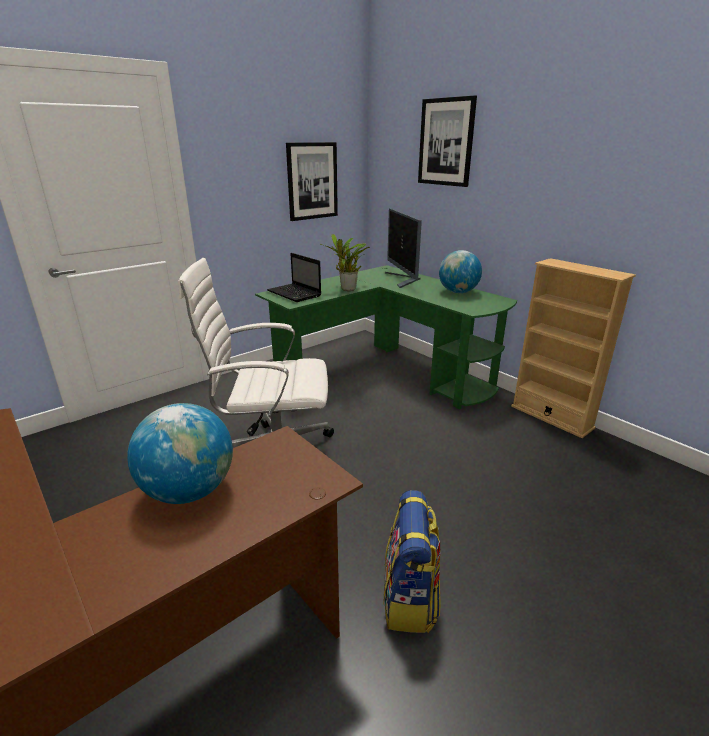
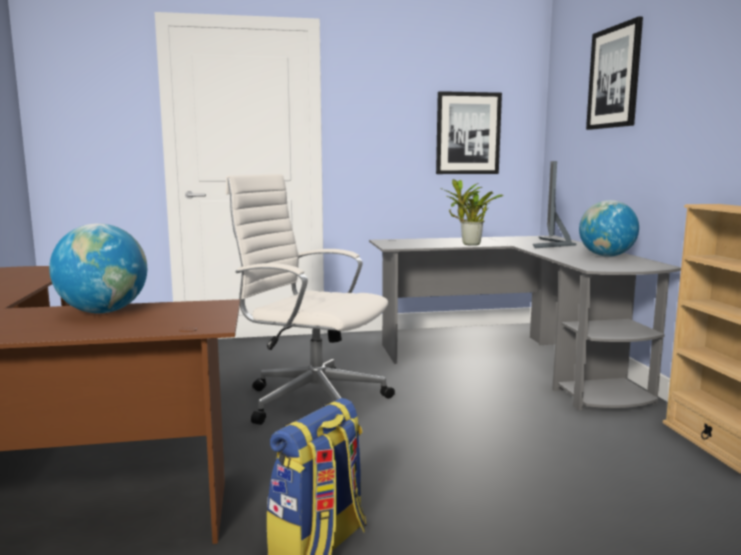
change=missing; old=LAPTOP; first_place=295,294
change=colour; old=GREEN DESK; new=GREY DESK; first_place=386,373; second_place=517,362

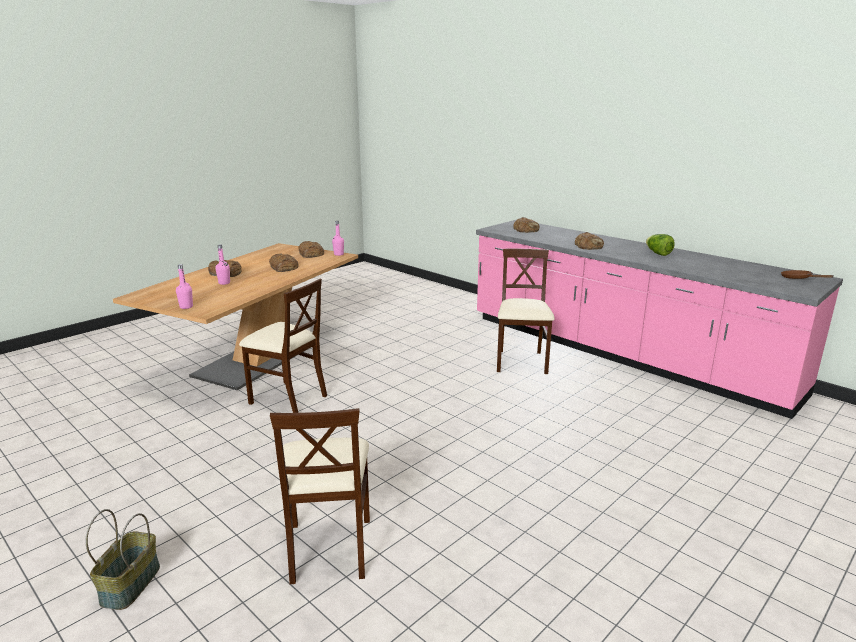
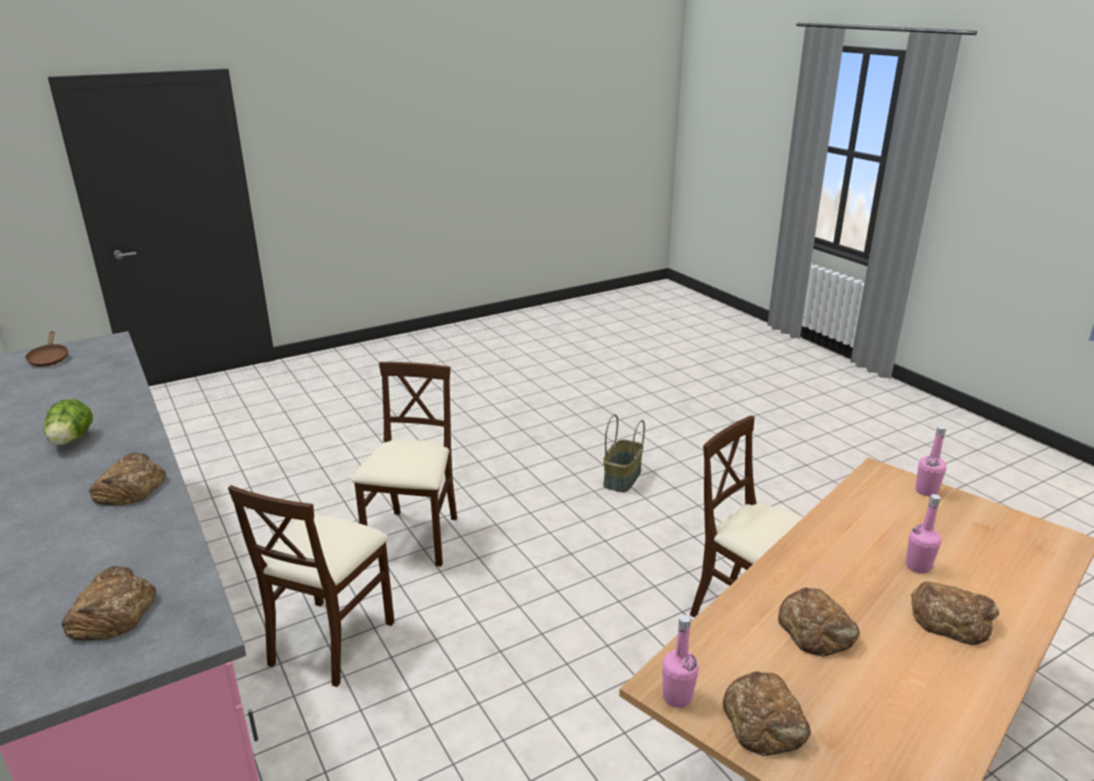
change=relocated; old=BASKET; first_place=130,584; second_place=623,479
change=relocated; old=BEIGE CHAIR; first_place=329,548; second_place=414,538

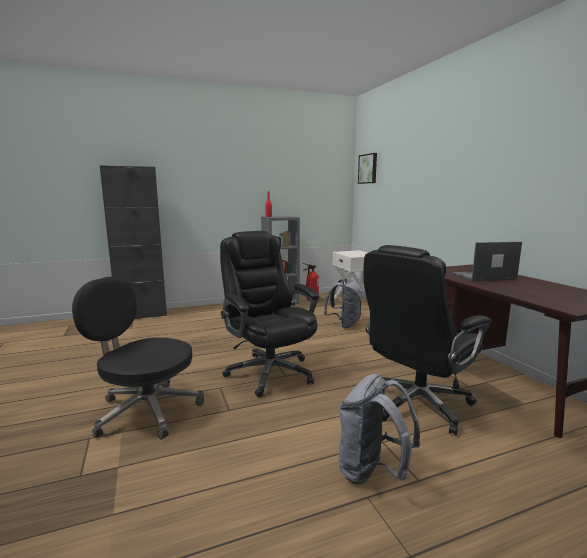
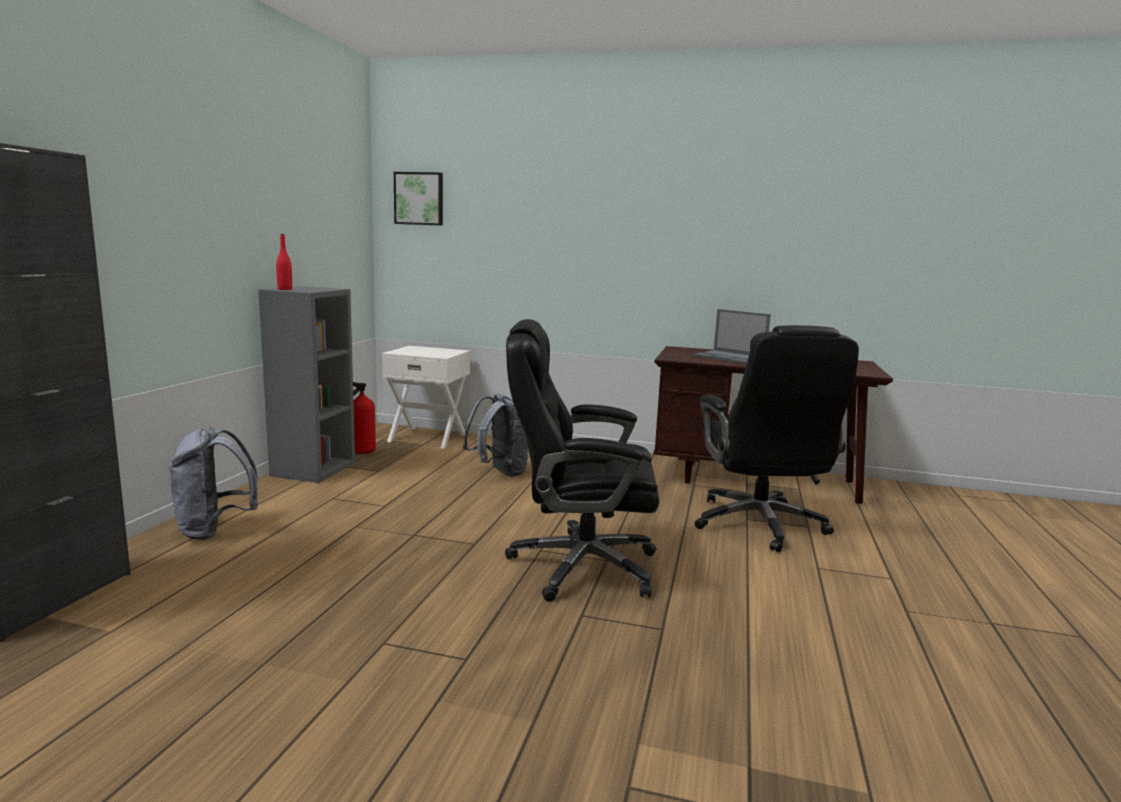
change=missing; old=BLACK OFFICE CHAIR; first_place=146,410
change=relocated; old=GREY BACKPACK; first_place=372,472; second_place=215,530
change=spun; old=LAPTOP; first_place=482,276; second_place=730,357; degrees=-75

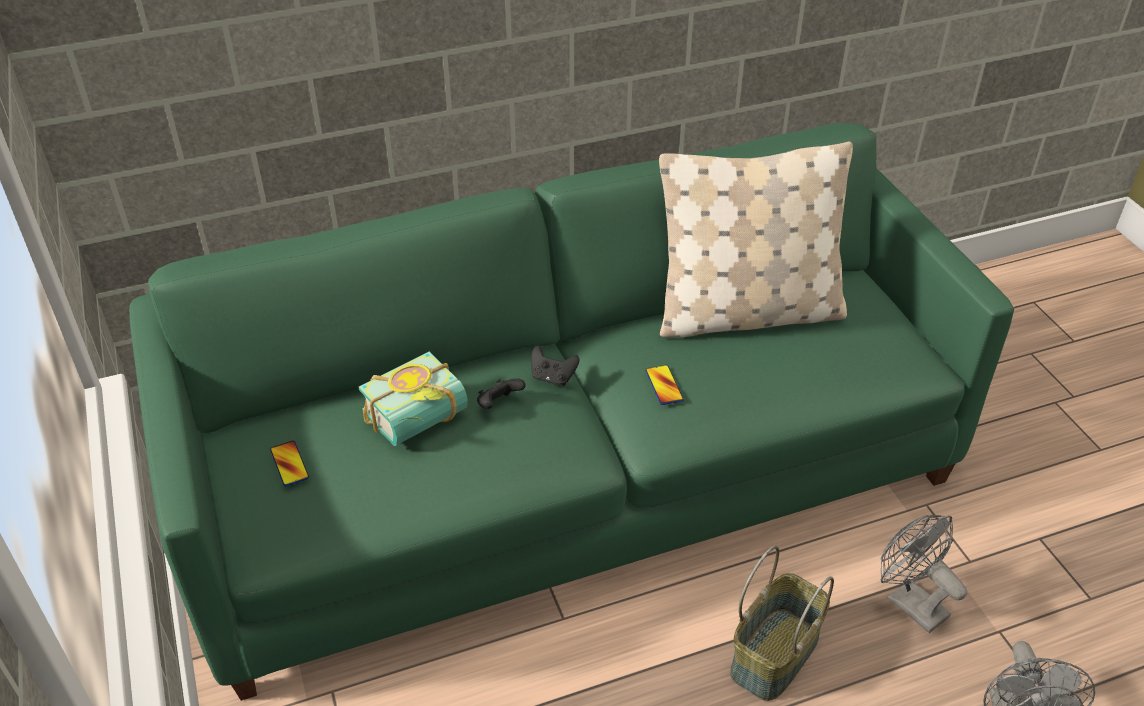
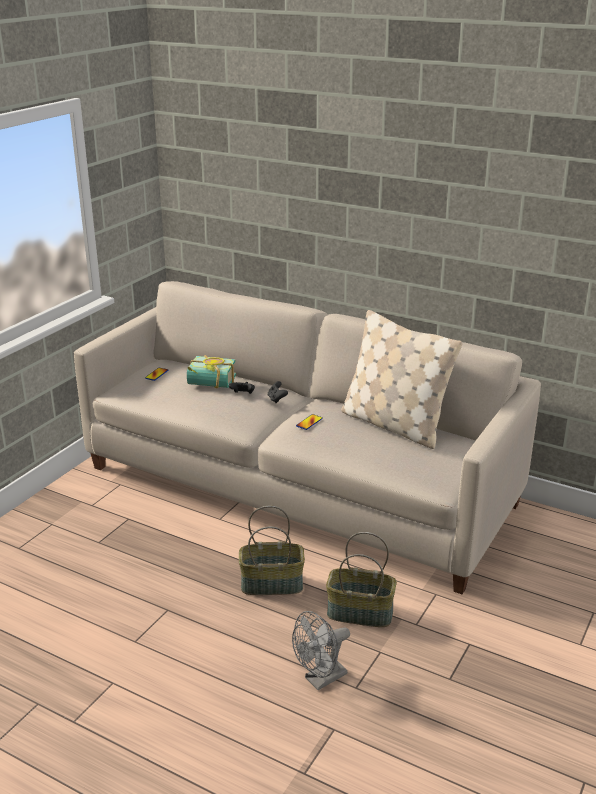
change=exchanged; old=GREY FAN; new=BASKET; first_place=909,602; second_place=359,613
change=colour; old=GREEN SOFA; new=BEIGE SOFA; first_place=573,480; second_place=299,486

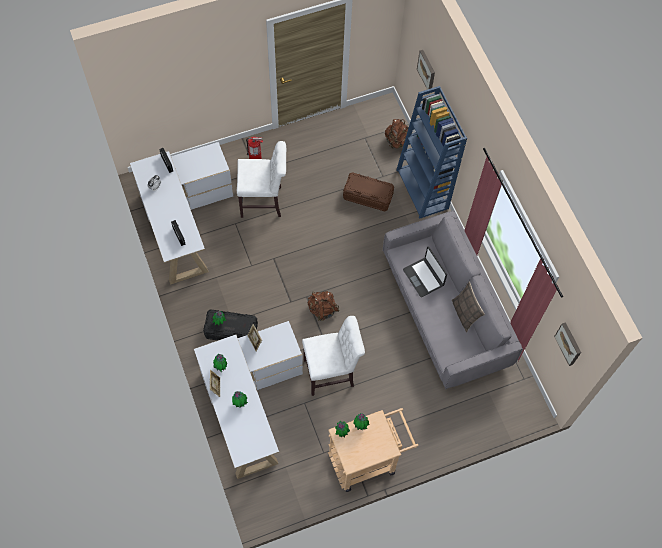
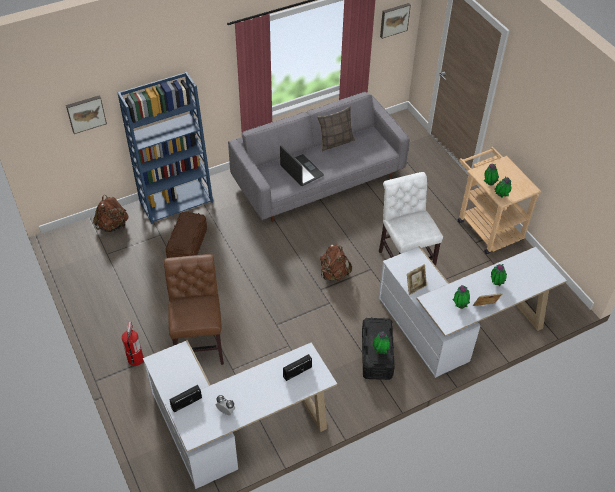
change=colour; old=WHITE CHAIR; new=BROWN CHAIR; first_place=264,202; second_place=199,343
change=spun; old=LAPTOP; first_place=423,277; second_place=301,171; degrees=-90

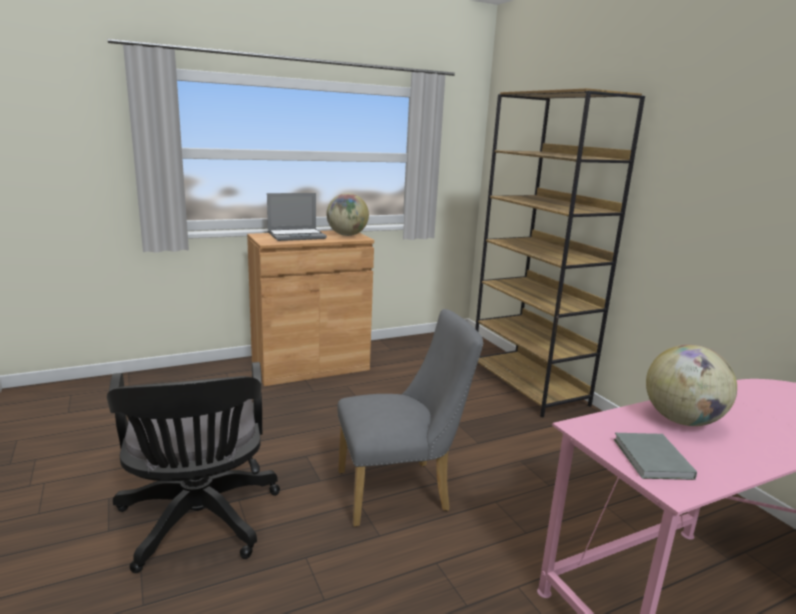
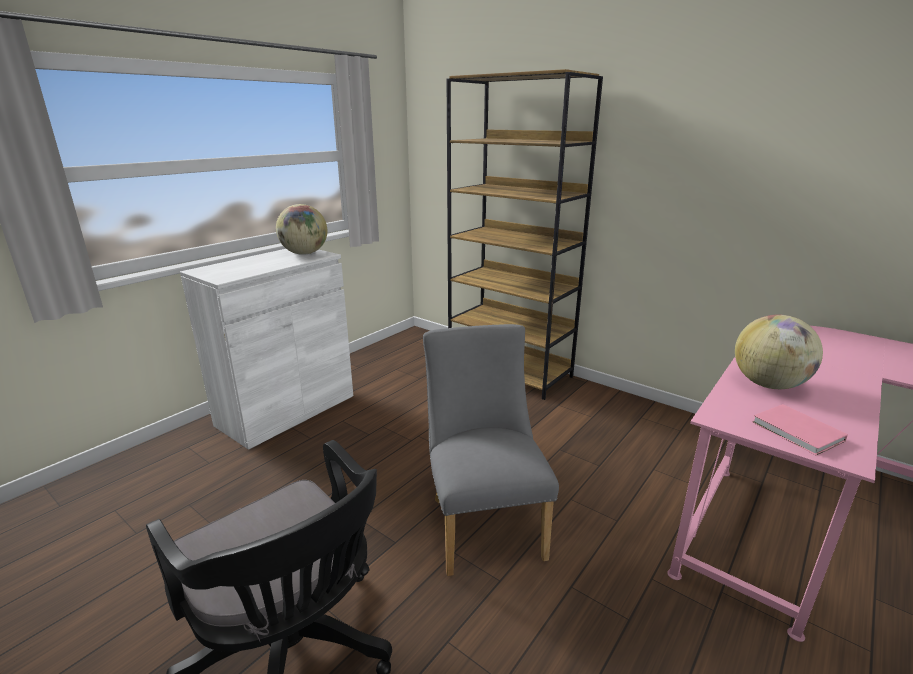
change=missing; old=LAPTOP; first_place=297,236
change=colour; old=BROWN CABINET; new=WHITE CABINET; first_place=310,367; second_place=287,410
change=colour; old=GREY BOOK; new=PINK BOOK; first_place=652,459; second_place=798,432
change=spun; old=GREY CHAIR; first_place=401,491; second_place=483,521; degrees=-60

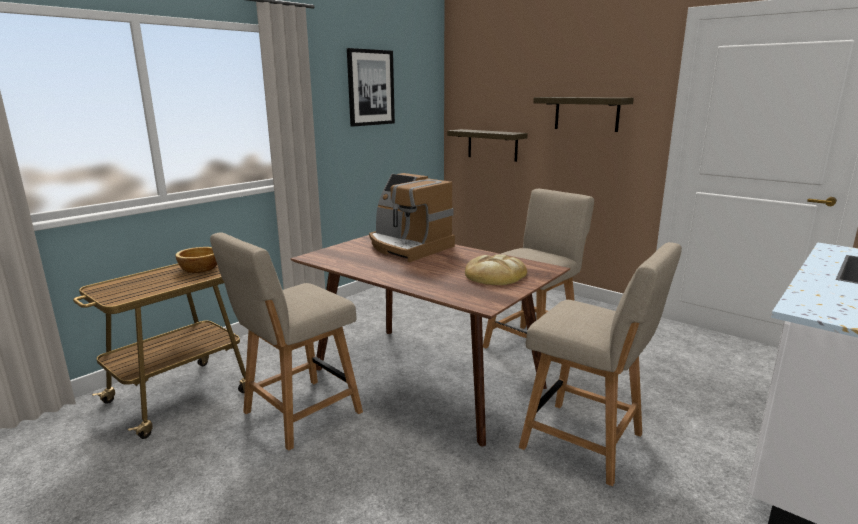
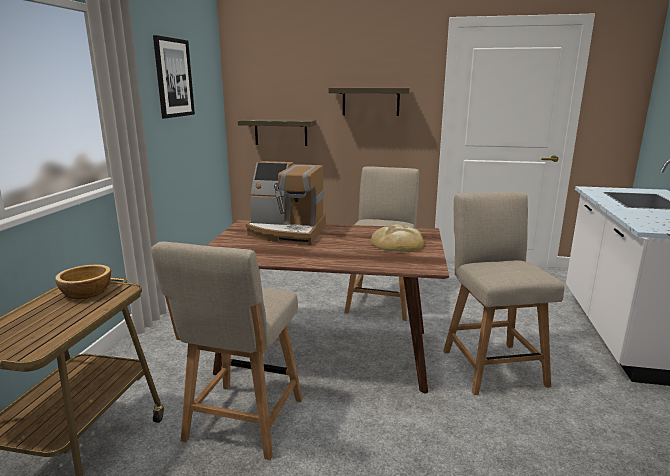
change=spun; old=BEIGE CHAIR; first_place=588,443; second_place=491,365; degrees=-105

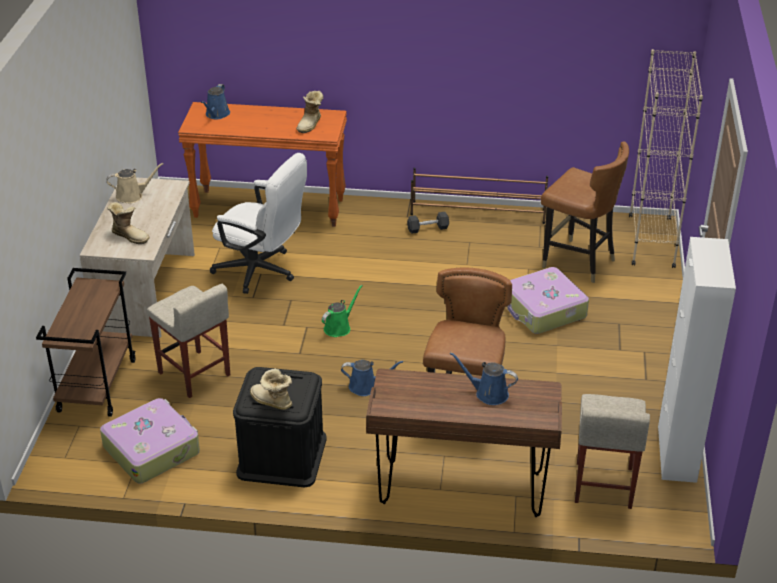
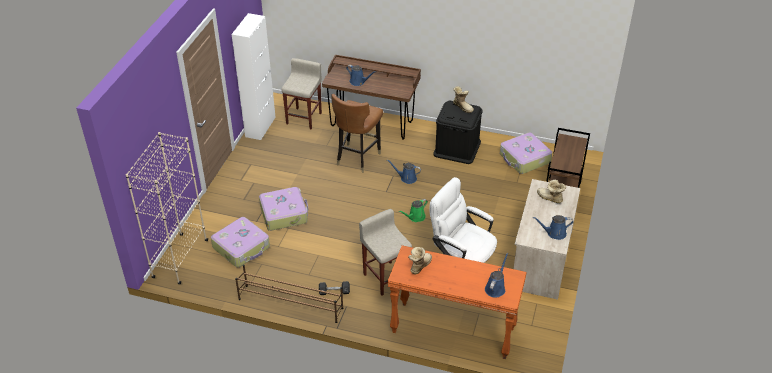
change=relocated; old=BEIGE STOOL; first_place=194,374; second_place=385,277
change=exchanged; old=BROWN CHAIR; new=SUITCASE; first_place=578,262; second_place=242,247
change=colour; old=BEIGE WATERING CAN; new=BLUE WATERING CAN; first_place=132,196; second_place=554,233

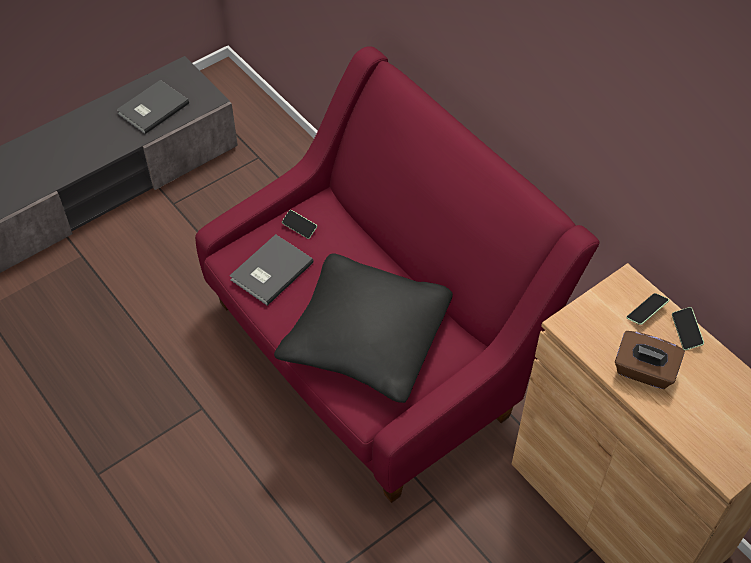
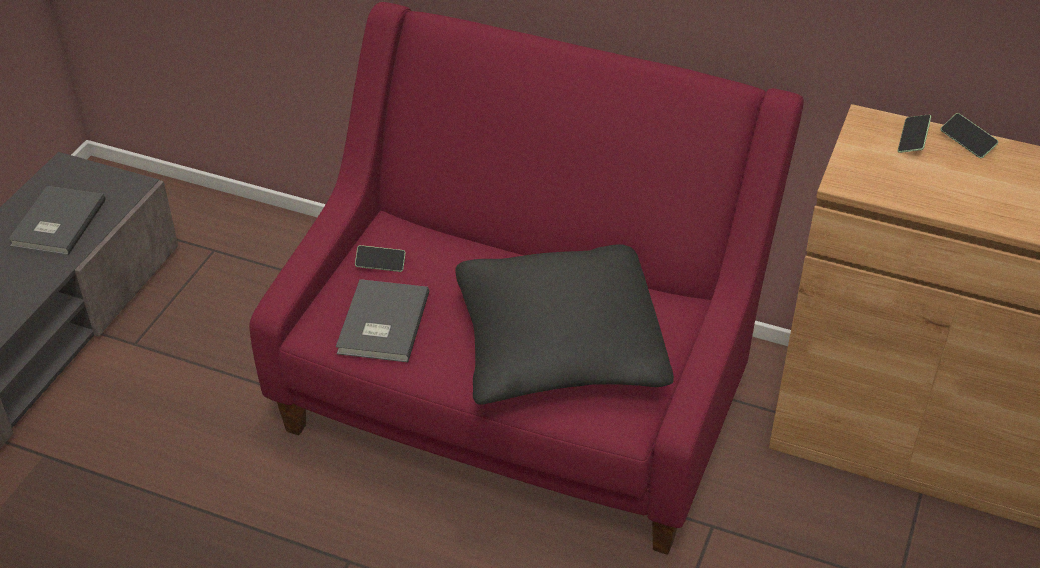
change=missing; old=BROWN TISSUE BOX; first_place=644,371

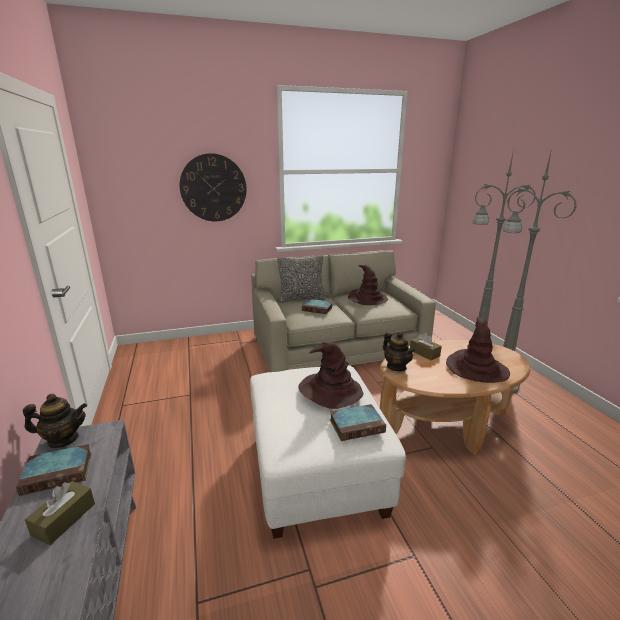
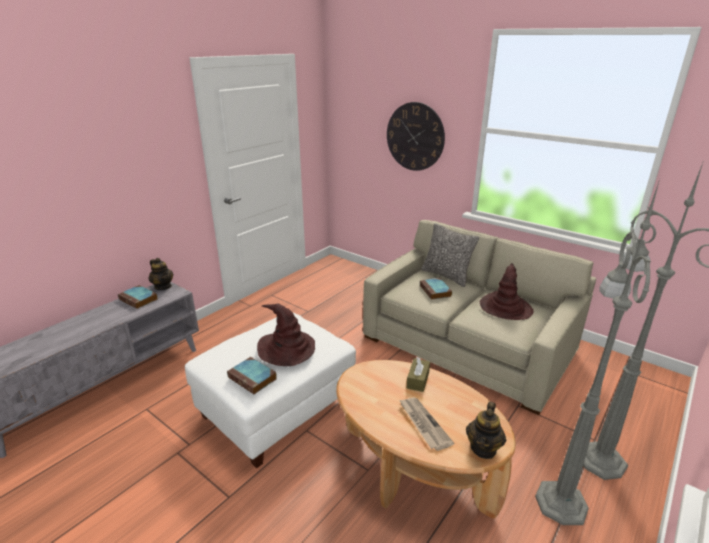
change=missing; old=BROWN TISSUE BOX; first_place=64,519
change=relocated; old=TEAPOT; first_place=396,367; second_place=483,448
change=exchanged; old=BROWN HAT; new=NEWSPAPER; first_place=476,368; second_place=423,424

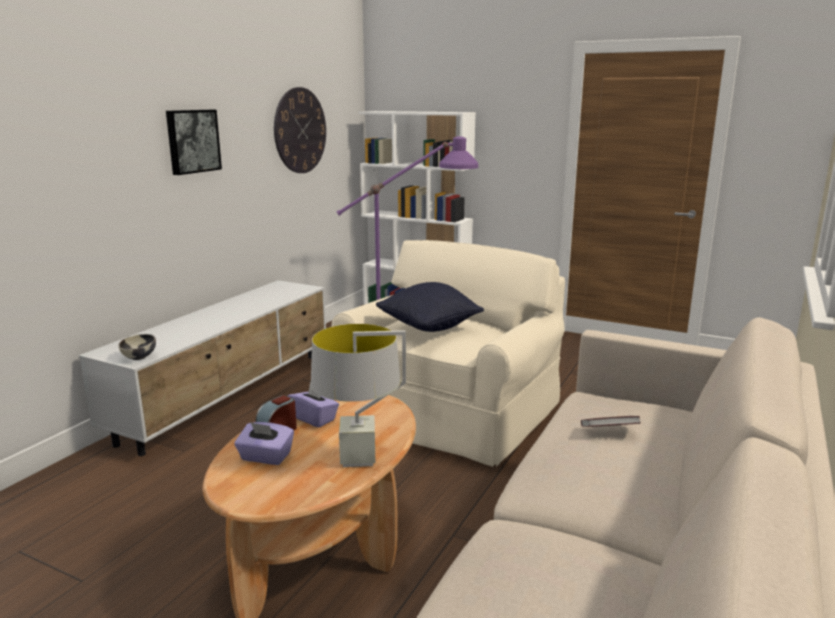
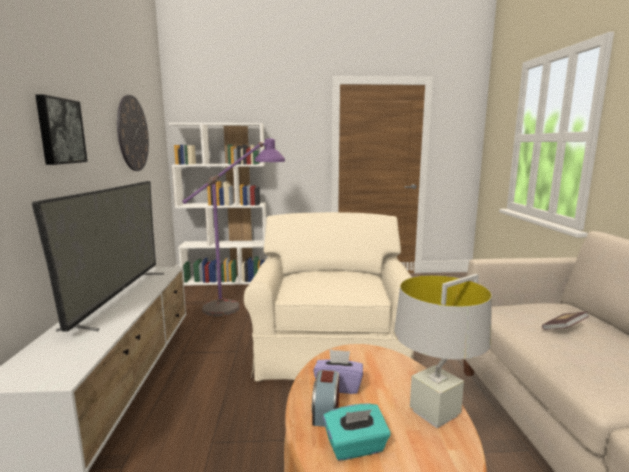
change=missing; old=BOWL; first_place=139,357
change=missing; old=BLACK PILLOW; first_place=429,328
change=appeared; new=TELEVISION; second_place=118,297
change=colour; old=PURPLE TISSUE BOX; new=TURQUOISE TISSUE BOX; first_place=265,457; second_place=356,447

